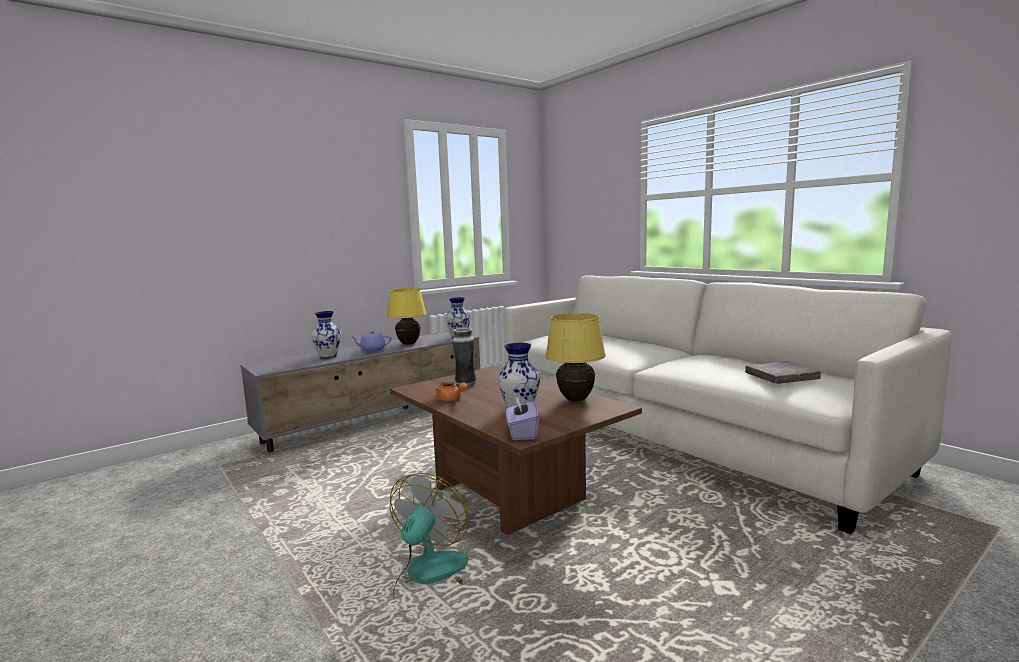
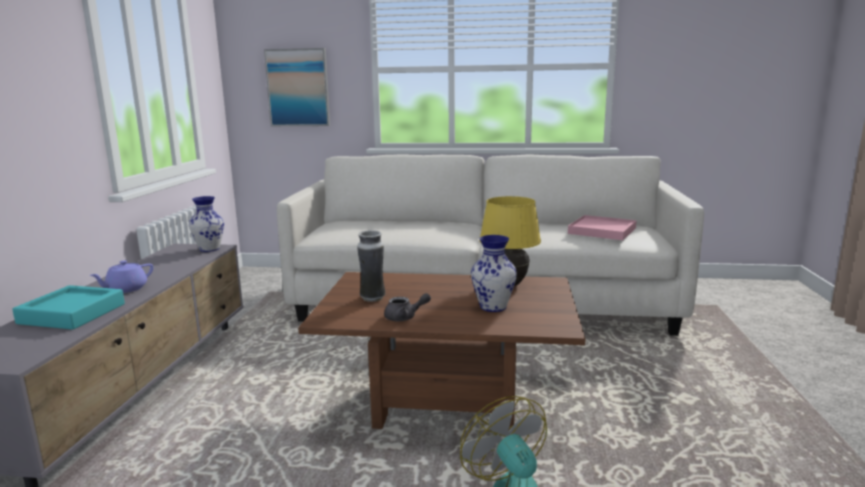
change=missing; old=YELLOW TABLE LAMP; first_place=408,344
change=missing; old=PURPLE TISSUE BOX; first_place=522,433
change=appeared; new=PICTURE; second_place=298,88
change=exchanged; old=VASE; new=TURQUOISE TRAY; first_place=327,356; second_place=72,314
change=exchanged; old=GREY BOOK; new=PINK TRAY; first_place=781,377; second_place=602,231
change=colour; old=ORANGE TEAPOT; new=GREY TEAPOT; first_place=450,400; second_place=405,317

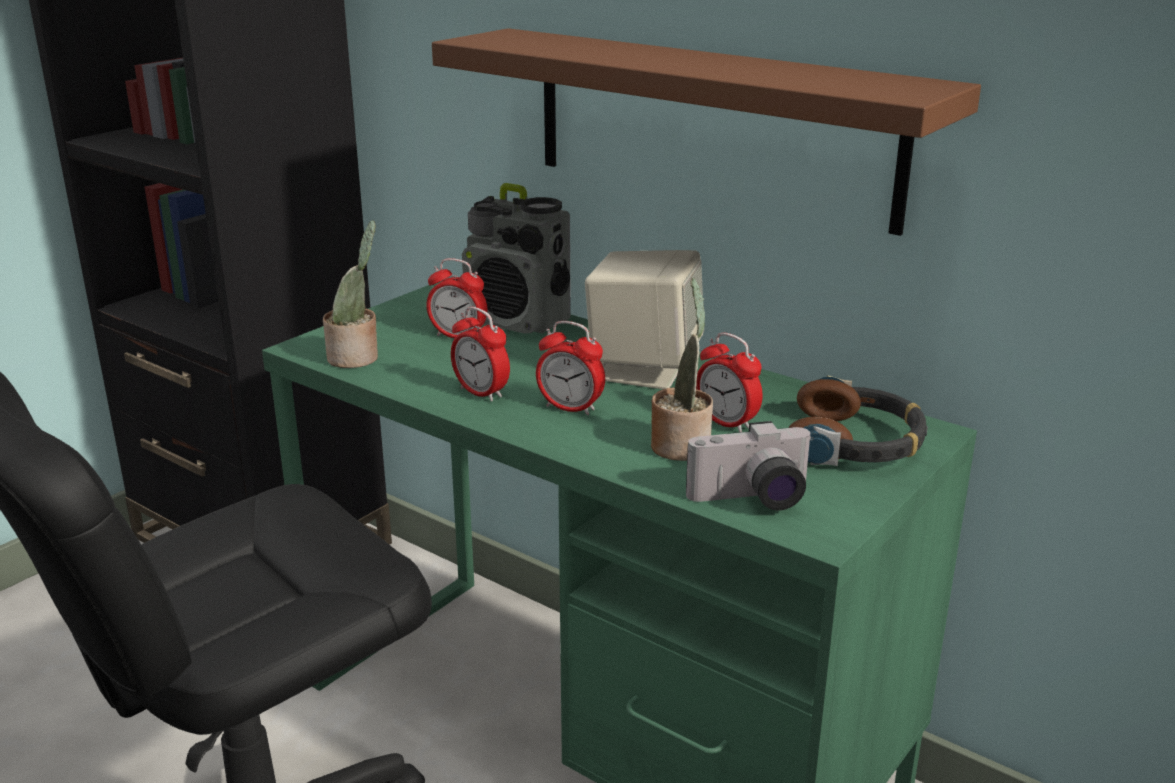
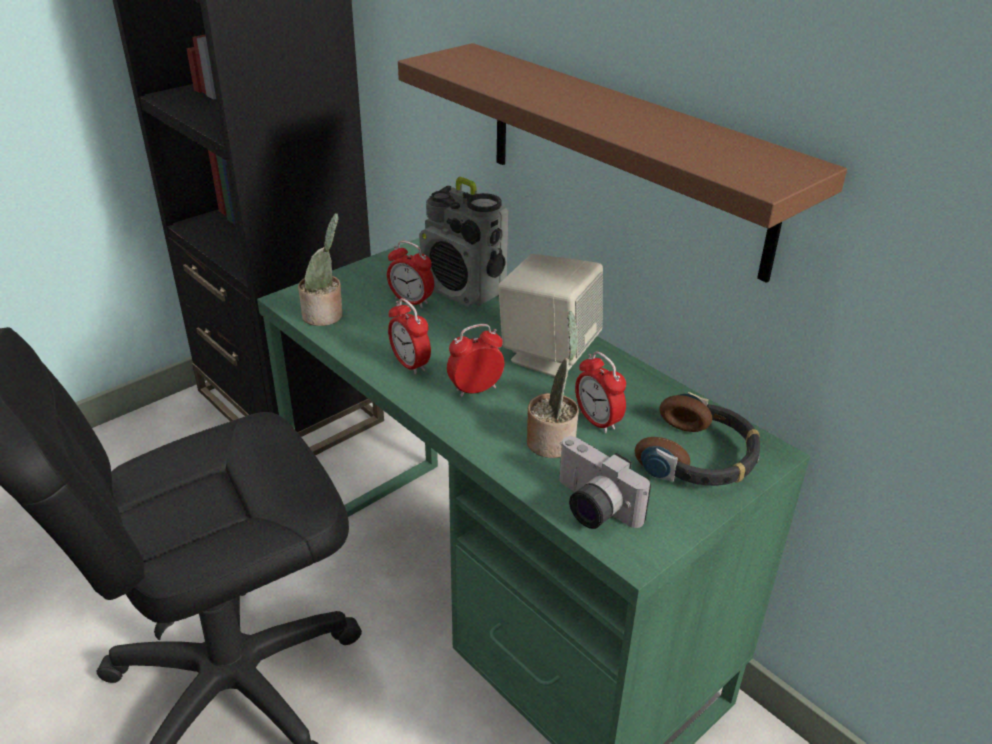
change=spun; old=ALARM CLOCK; first_place=570,408; second_place=475,389; degrees=120
change=spun; old=PHOTO CAMERA; first_place=752,500; second_place=591,507; degrees=45

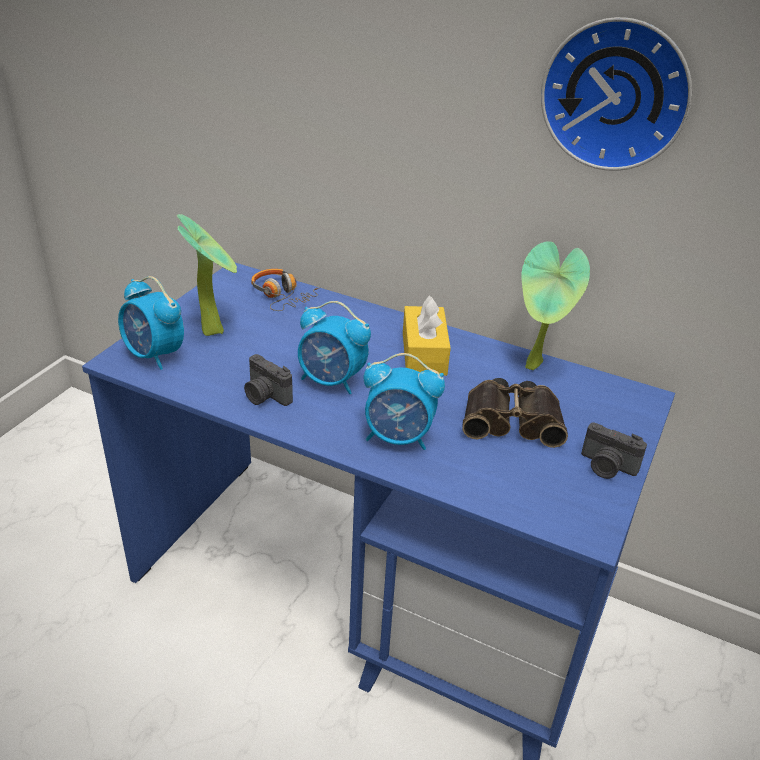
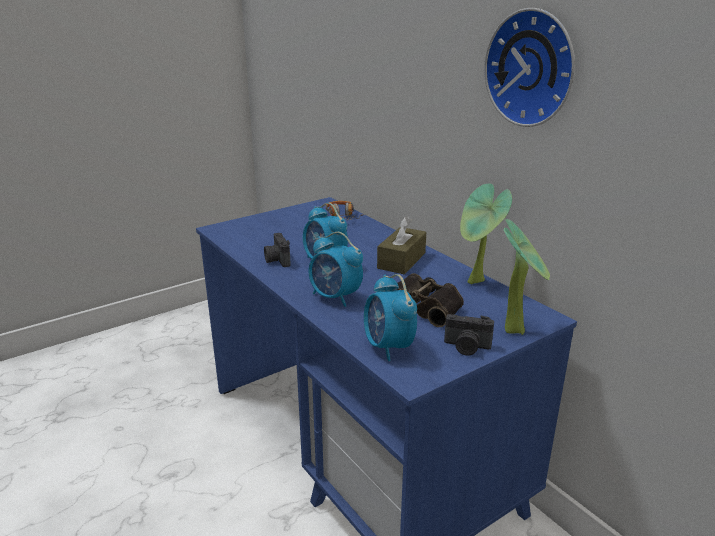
change=relocated; old=ALARM CLOCK; first_place=154,355; second_place=388,347
change=relocated; old=POTTED PLANT; first_place=215,329; second_place=516,329
change=colour; old=YELLOW TISSUE BOX; new=BROWN TISSUE BOX; first_place=424,353; second_place=401,260
change=spun; old=PHOTO CAMERA; first_place=606,467; second_place=466,347; degrees=-45

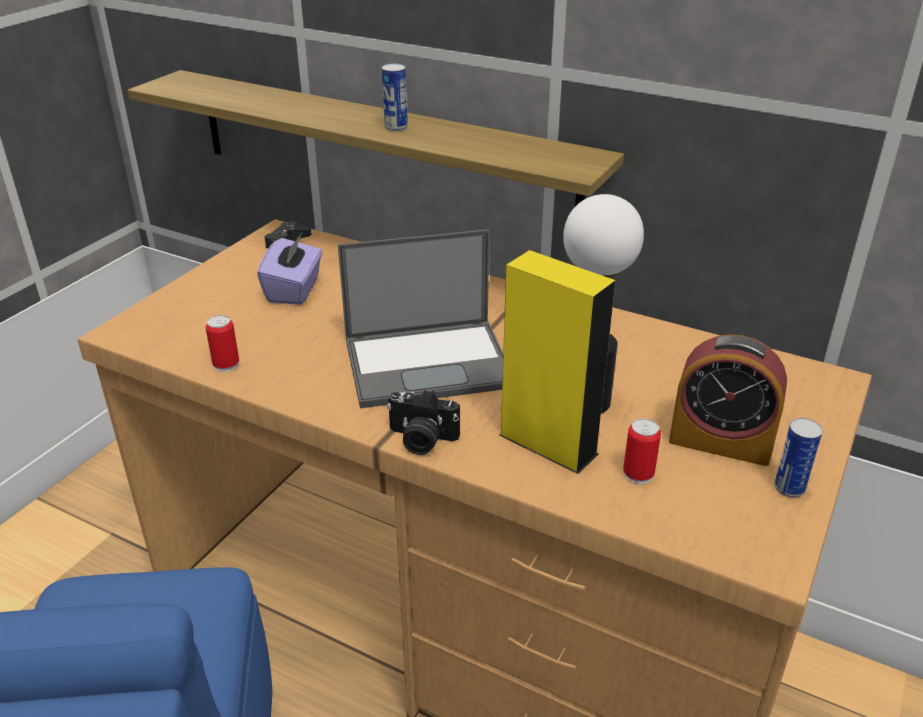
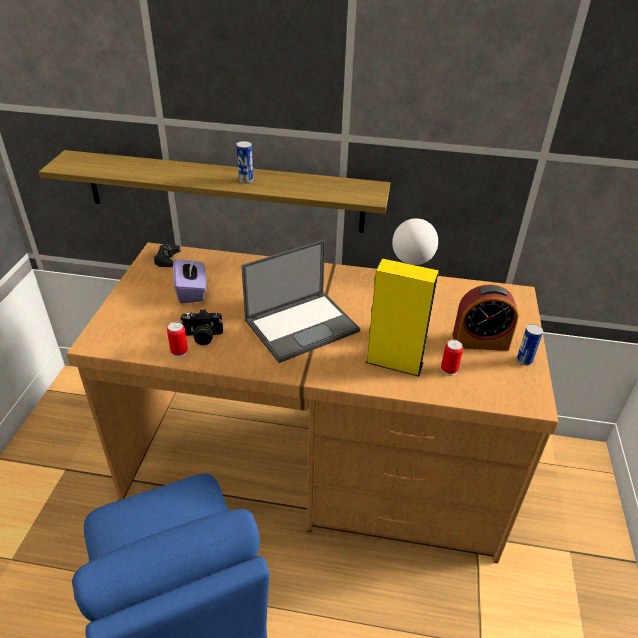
change=relocated; old=PHOTO CAMERA; first_place=421,440; second_place=202,337

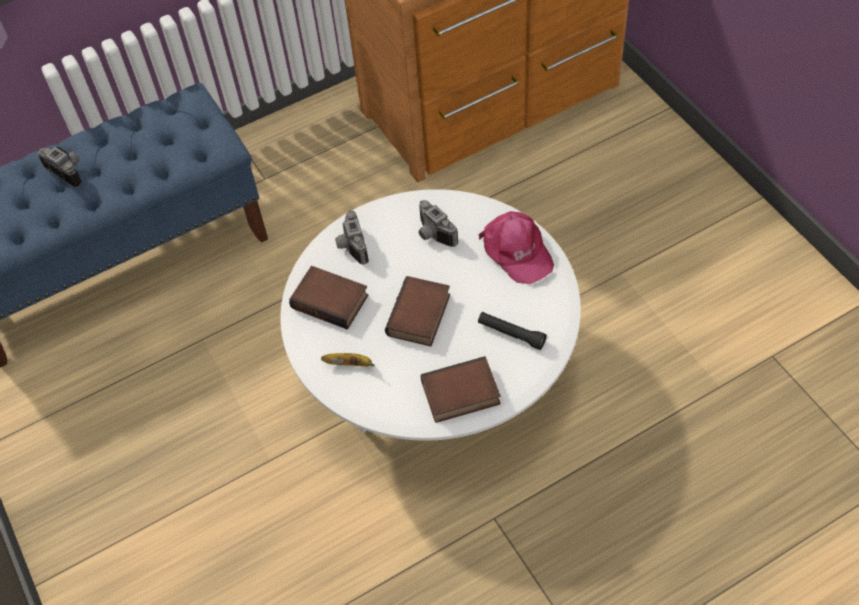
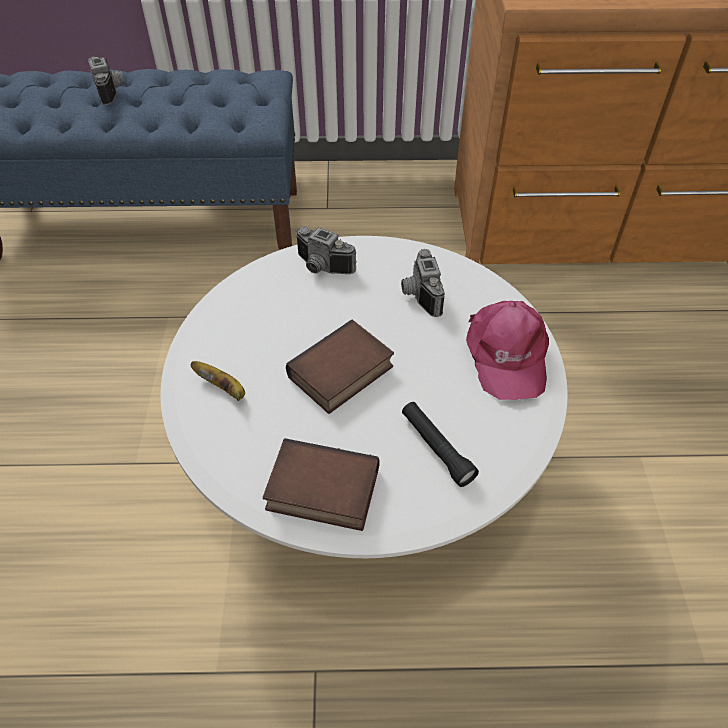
change=missing; old=BOOK; first_place=332,300
change=spun; old=PHOTO CAMERA; first_place=350,246; second_place=321,268; degrees=-75

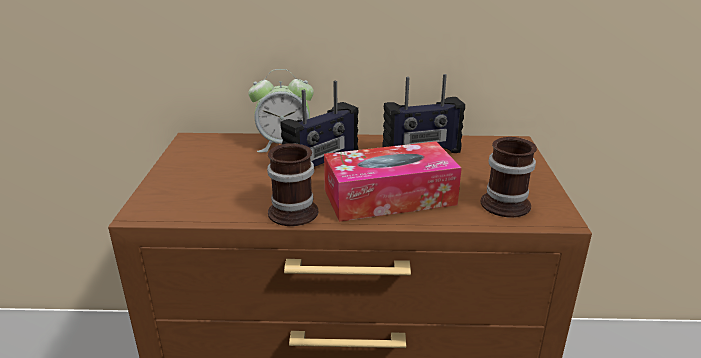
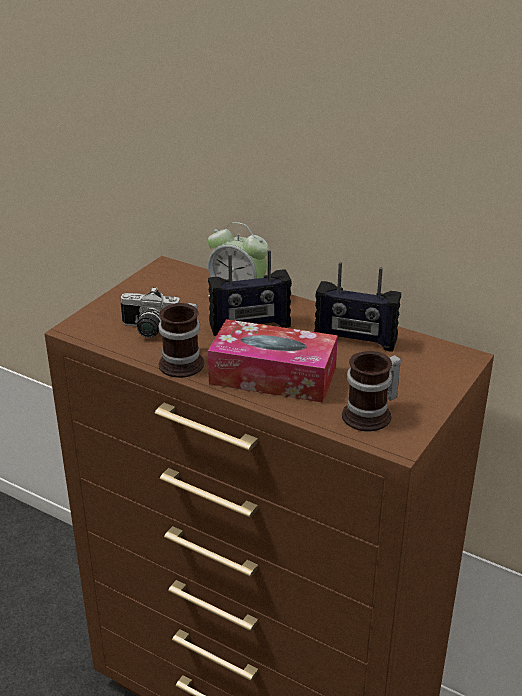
change=appeared; new=PHOTO CAMERA; second_place=148,330

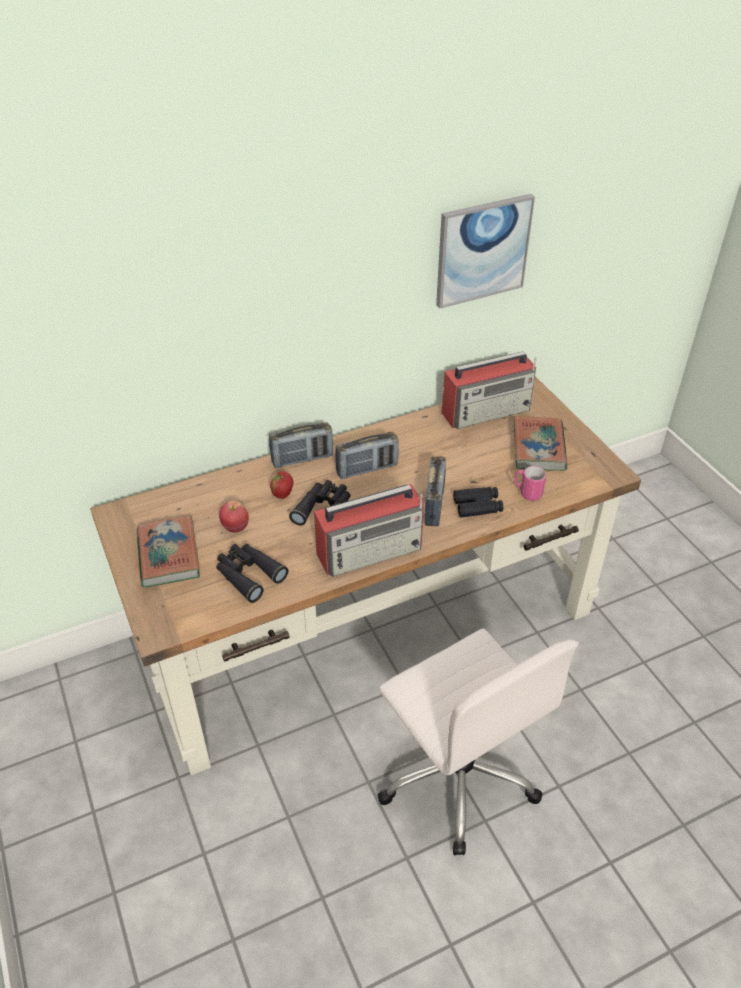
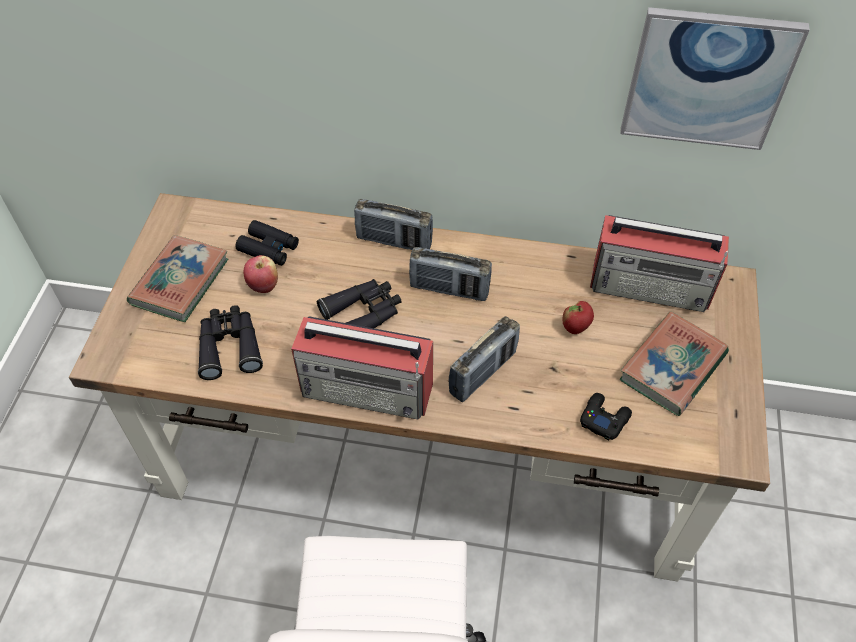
change=relocated; old=APPLE; first_place=283,495; second_place=575,328
change=relocated; old=BLACK BINOCULARS; first_place=477,506; second_place=269,248
change=exchanged; old=PINK MUG; new=BLACK GAME CONTROLLER; first_place=527,493; second_place=604,418

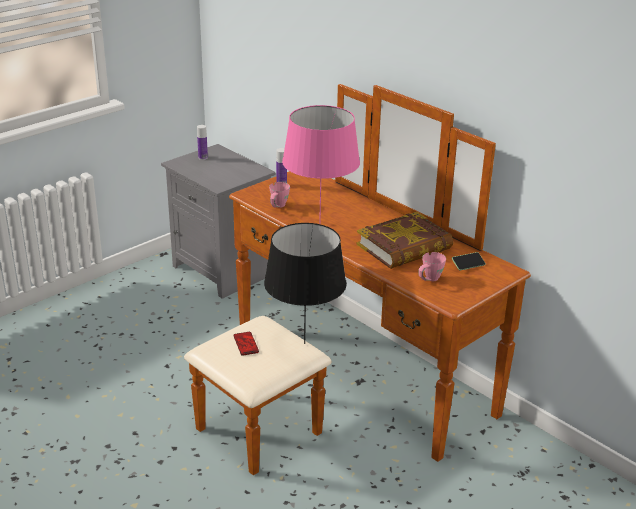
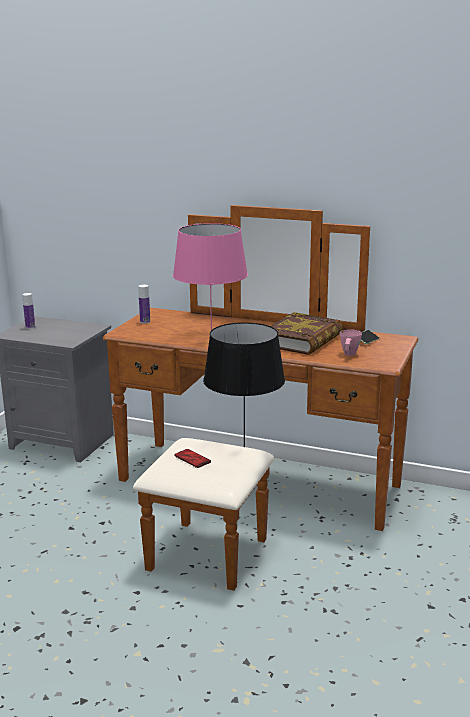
change=missing; old=PINK MUG; first_place=277,207

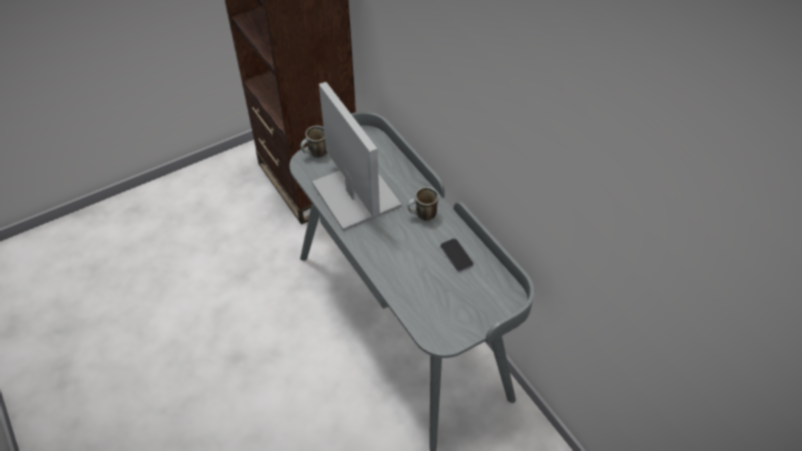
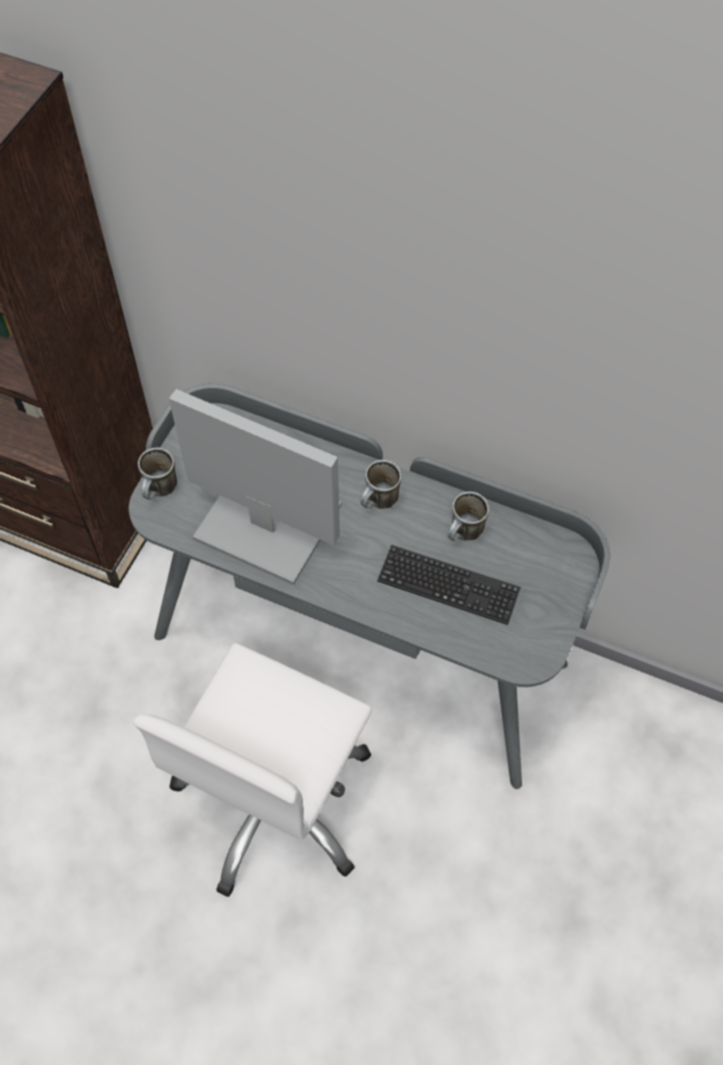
change=appeared; new=WHITE OFFICE CHAIR; second_place=275,800
change=appeared; new=KEYBOARD; second_place=448,586
change=exchanged; old=PHONE; new=MUG; first_place=456,256; second_place=464,535

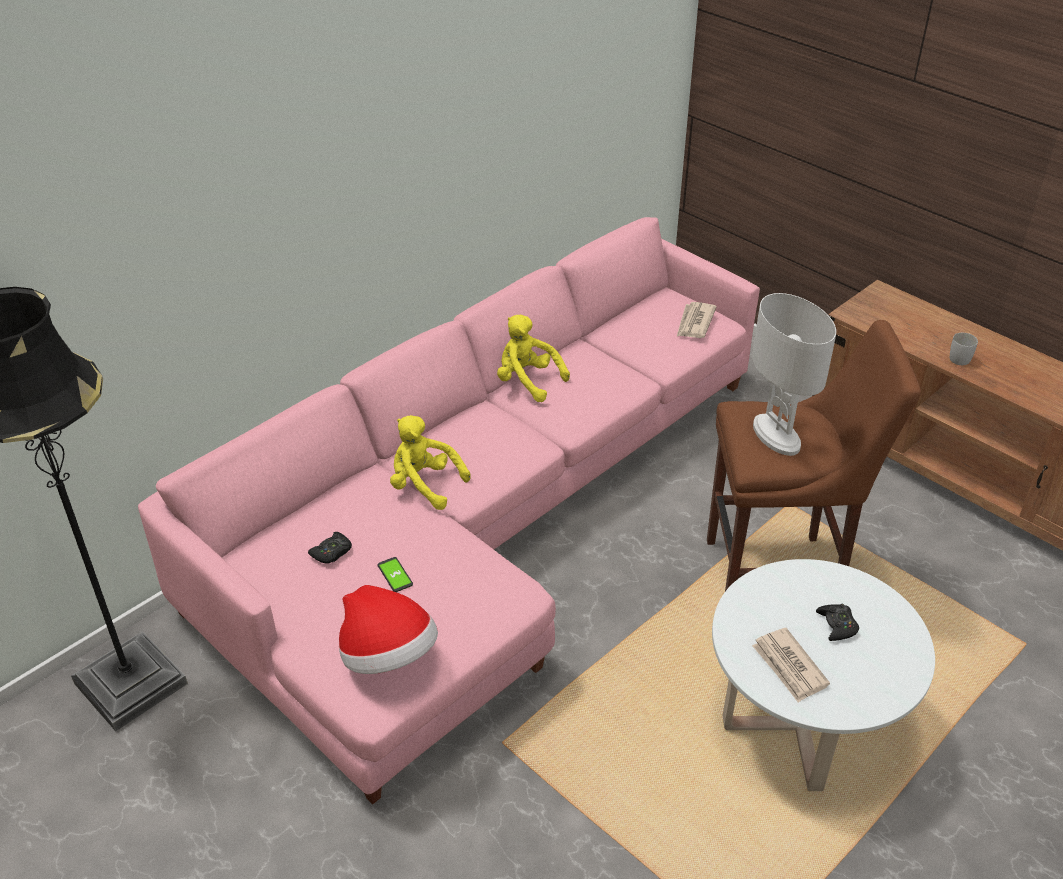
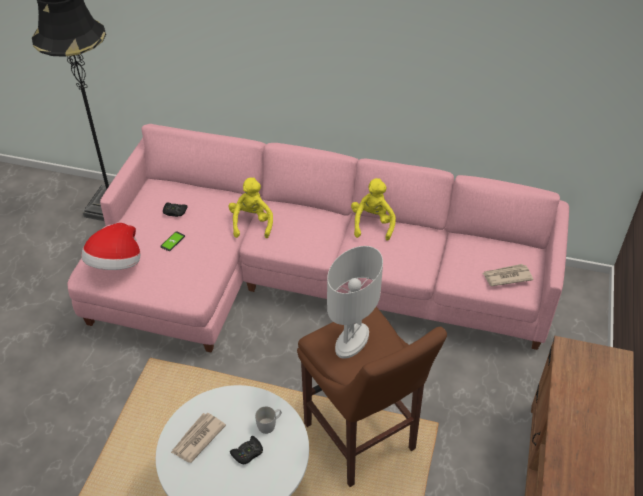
change=relocated; old=WHITE MUG; first_place=957,357; second_place=269,424

